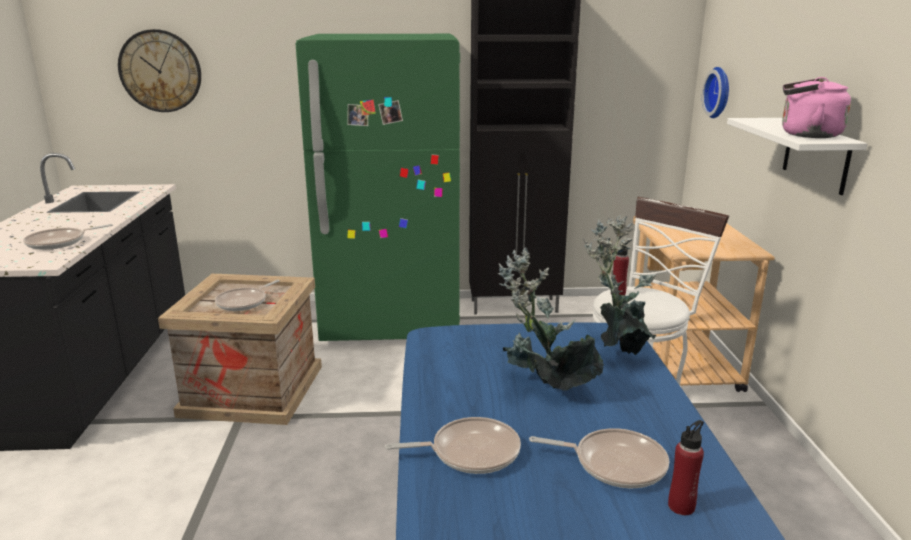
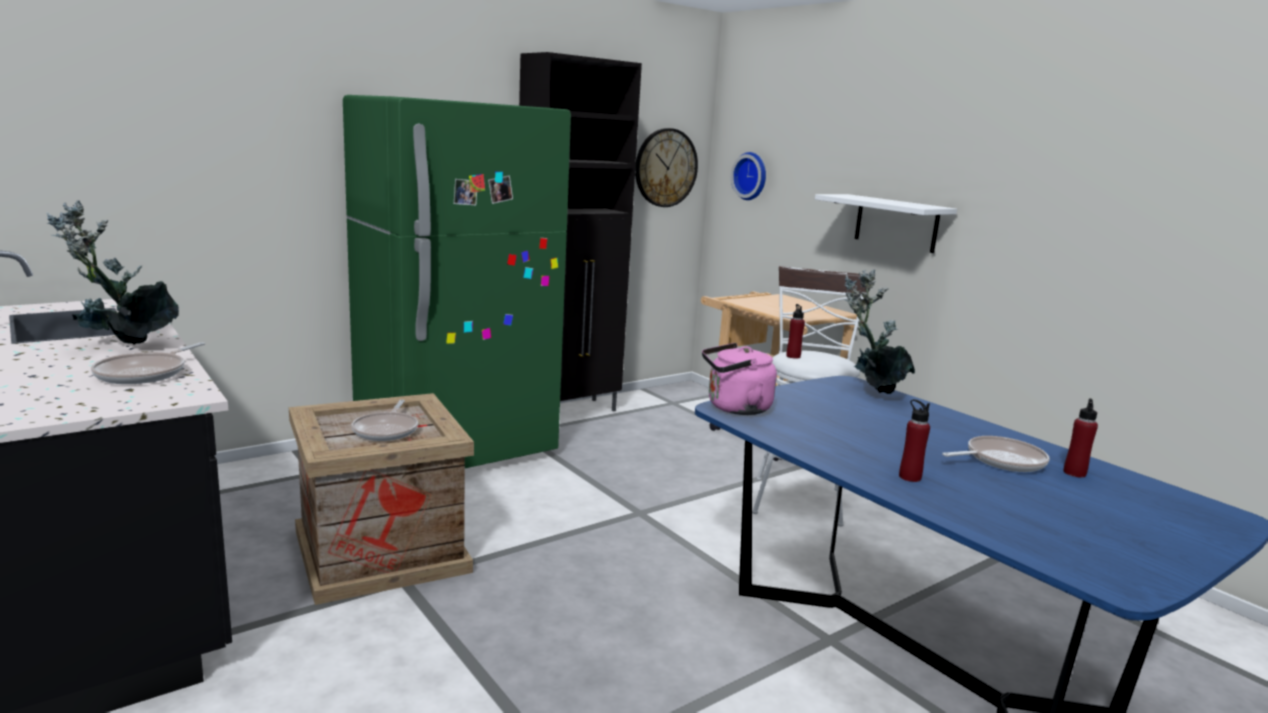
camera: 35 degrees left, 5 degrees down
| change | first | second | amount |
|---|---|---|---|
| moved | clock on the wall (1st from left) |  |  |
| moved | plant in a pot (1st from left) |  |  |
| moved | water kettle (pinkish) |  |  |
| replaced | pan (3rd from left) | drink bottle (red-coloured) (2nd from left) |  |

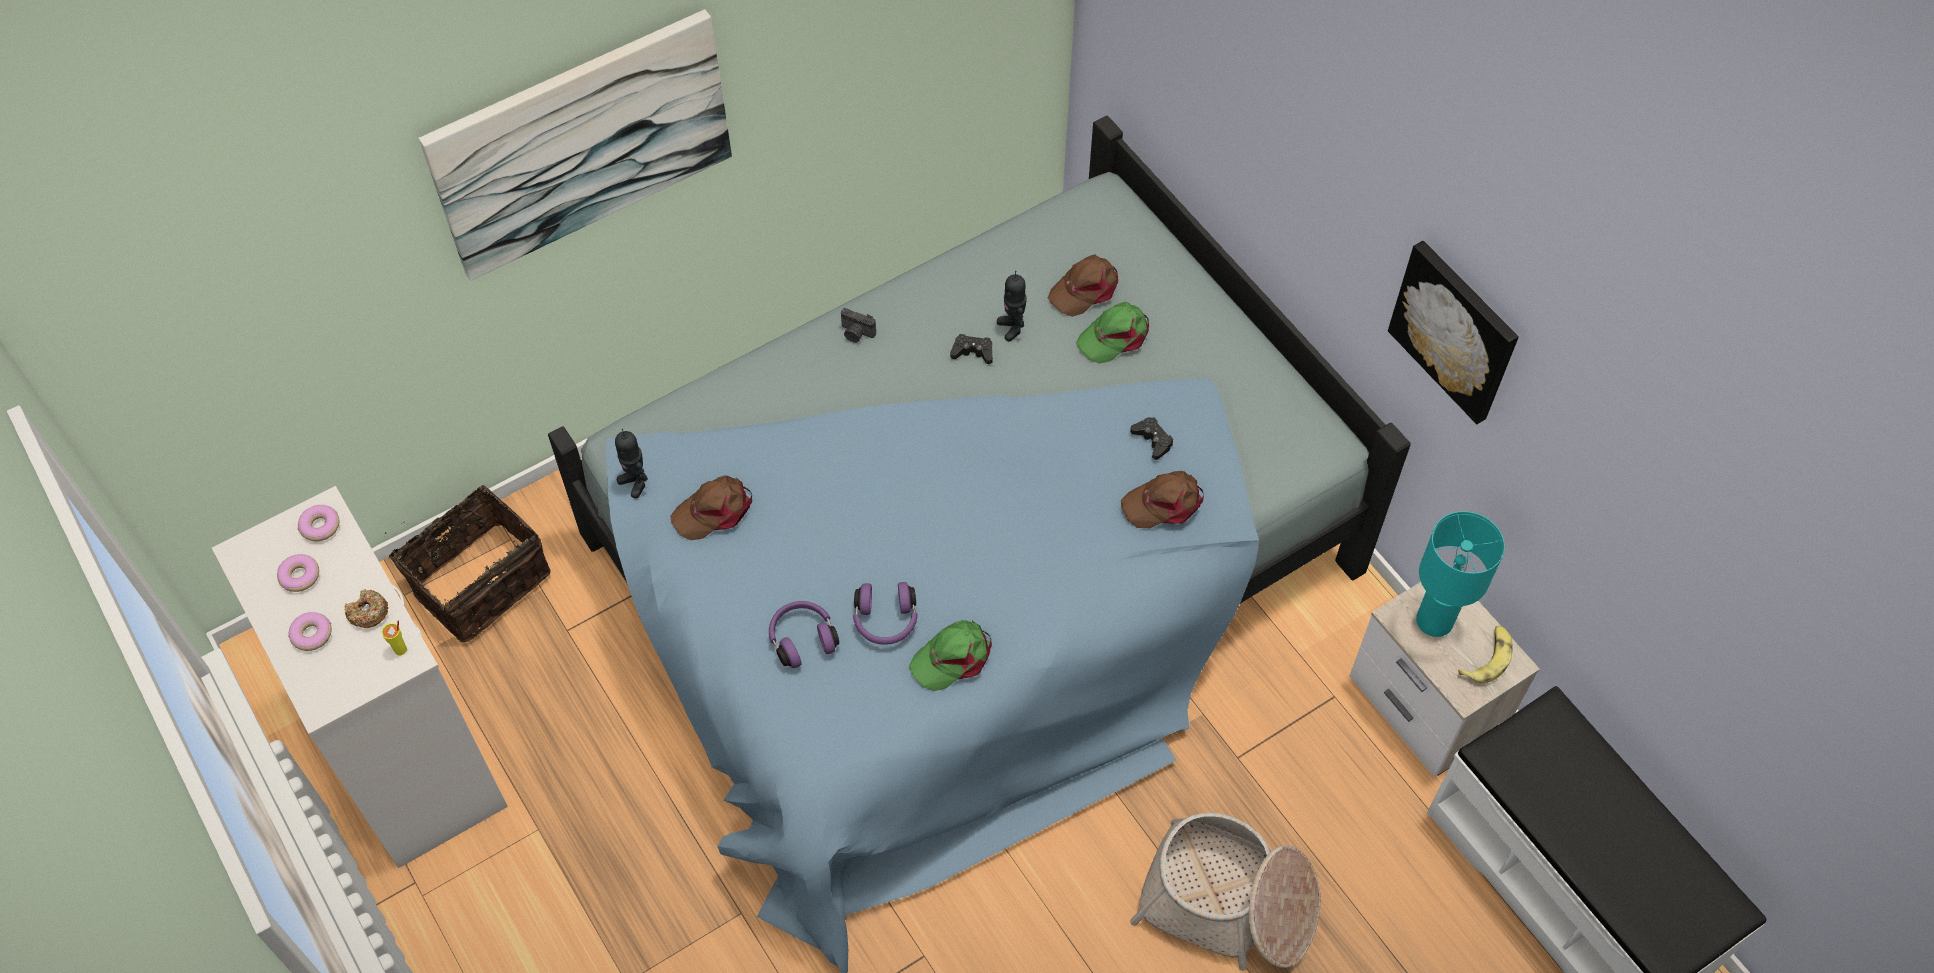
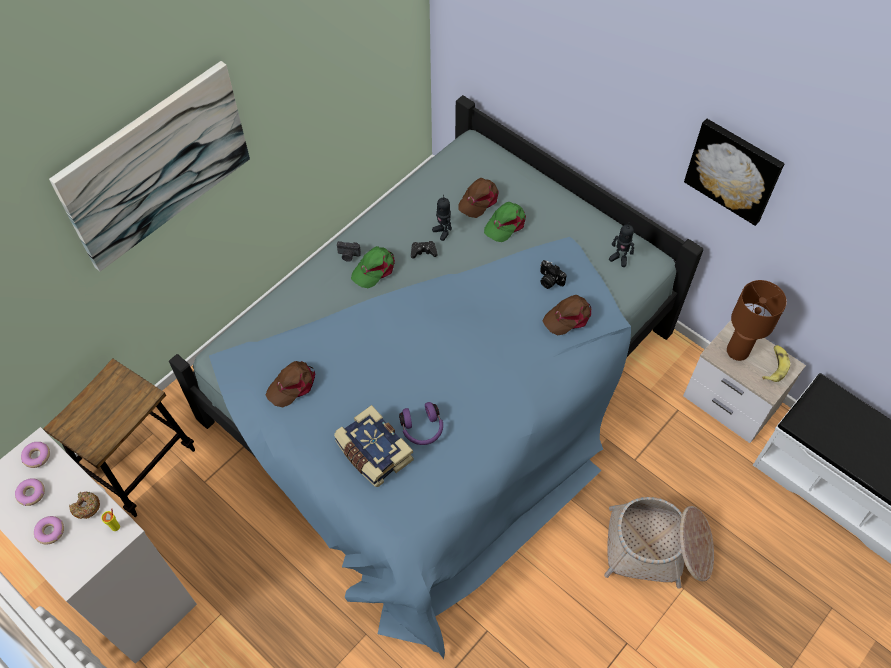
camera: 15 degrees left, 0 degrees up
| change | first | second | amount |
|---|---|---|---|
| moved | toy robot (1st from left in the first image) | toy robot (2nd from left) |  |
| moved | cap (green-coloured) (1st from left) |  |  |
| replaced | storage basket (1st from left) | stool |  |
| replaced | headphones (purple) (1st from left) | volume |  |
| replaced | game controller (blackish) (2nd from left) | photo camera (2nd from left) |  |
| recoloured | tabletop lamp (turquoise) | tabletop lamp (brown-coloured) |  |

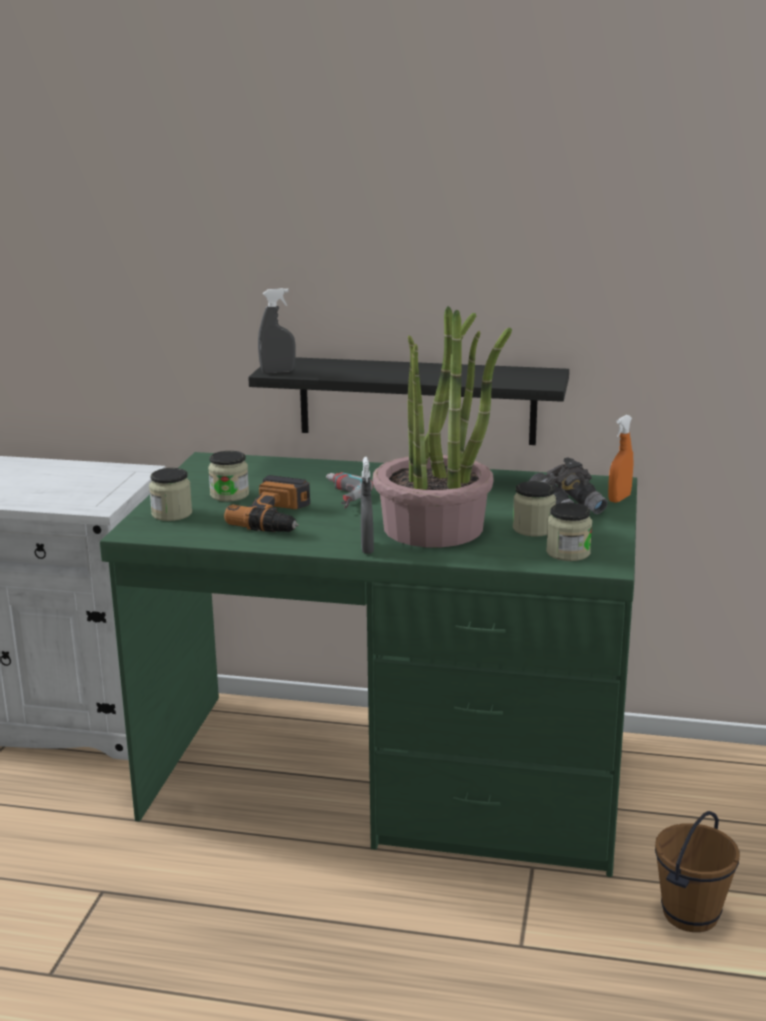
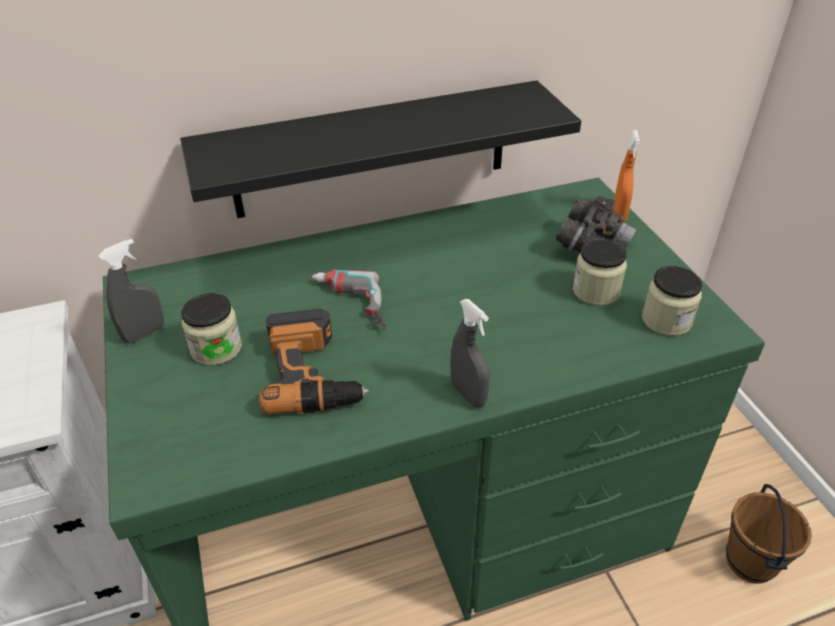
camera: 30 degrees left, 20 degrees up
| change | first | second | amount |
|---|---|---|---|
| removed | preserve jar (1st from left) |  |  |
| removed | plant in a pot |  |  |
| moved | hand sprayer (grey) (1st from left) |  |  |

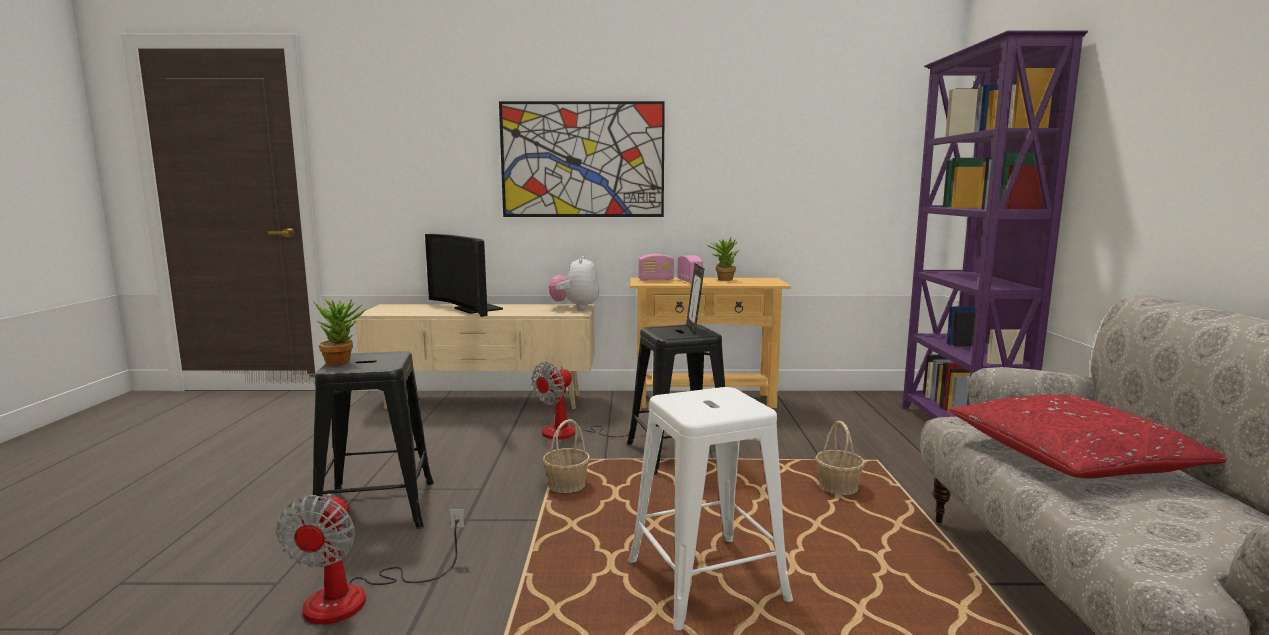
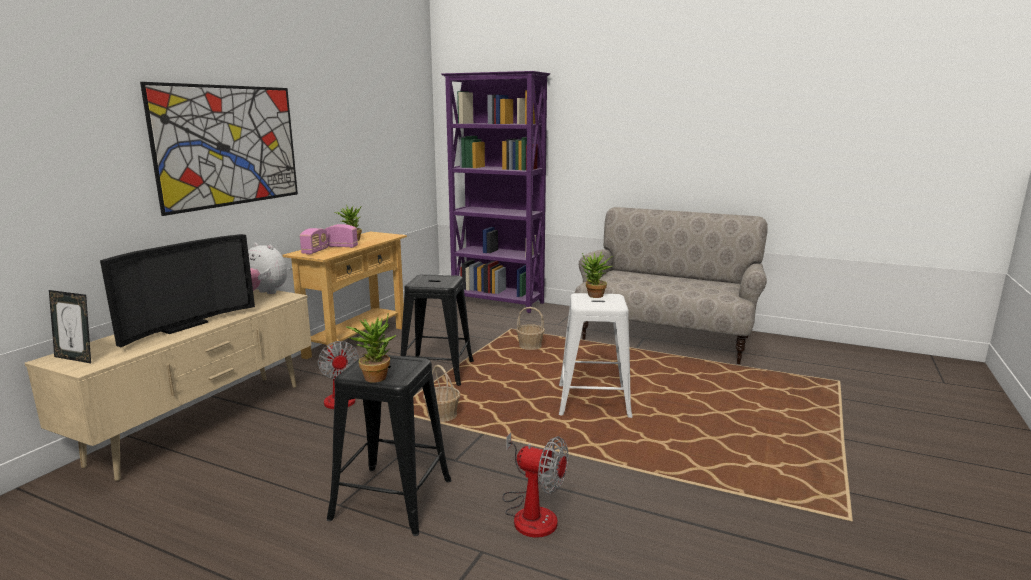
camera: 65 degrees left, 5 degrees up
| change | first | second | amount |
|---|---|---|---|
| removed | cushion (red-coloured) |  |  |
| added |  | plant in a pot (3rd from left) |  |
| moved | standing frame |  |  |
| turned | television |  | 45 degrees counterclockwise |

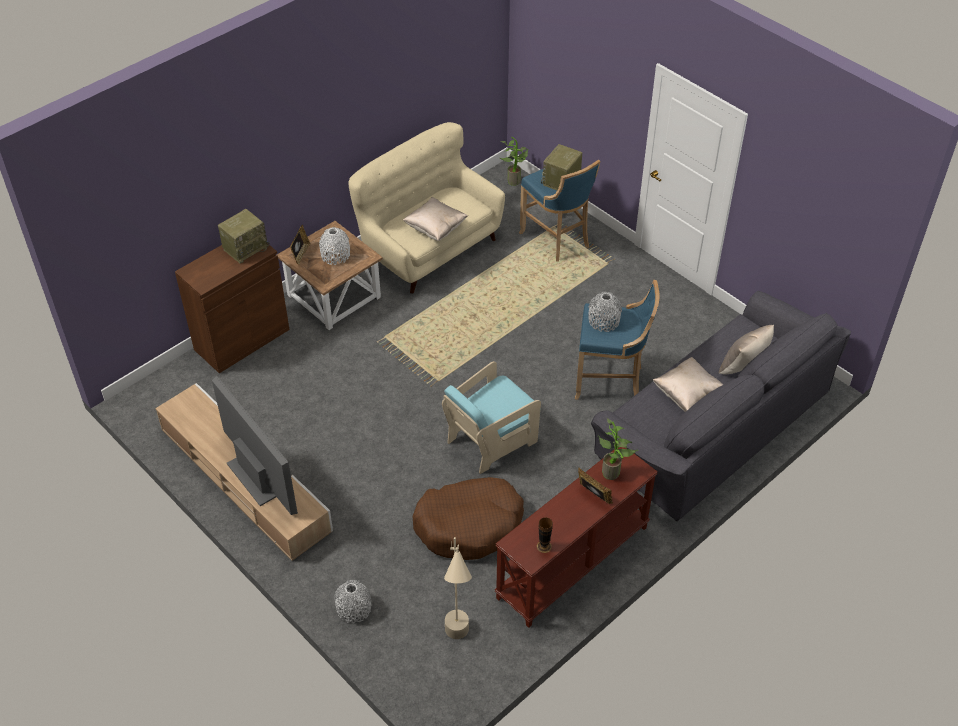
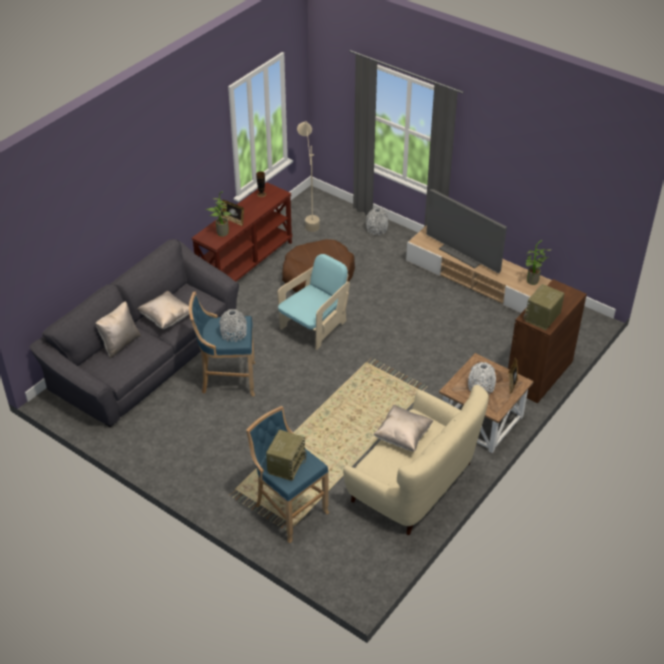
camera: 170 degrees right, 5 degrees down
| change | first | second | amount |
|---|---|---|---|
| moved | plant in a pot (1st from left in the first image) | plant in a pot (2nd from left) |  |

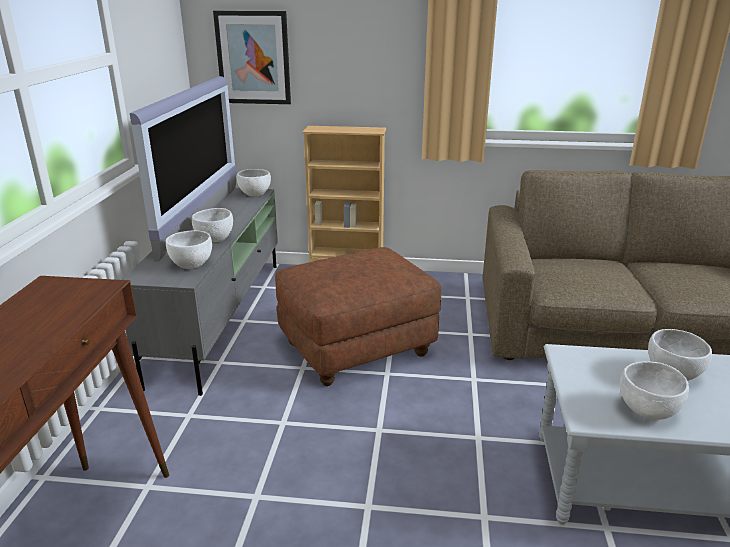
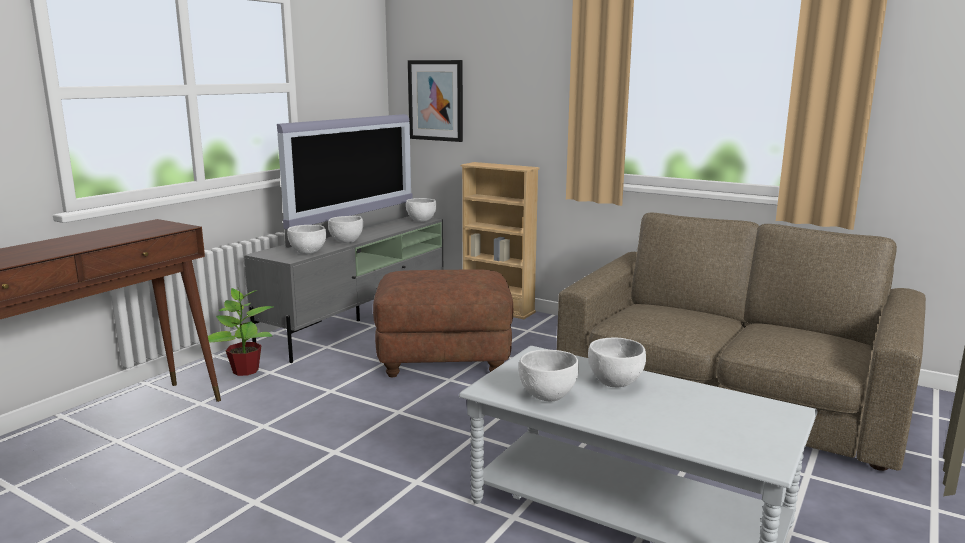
camera: 25 degrees right, 10 degrees down
| change | first | second | amount |
|---|---|---|---|
| added |  | plant in a pot |  |

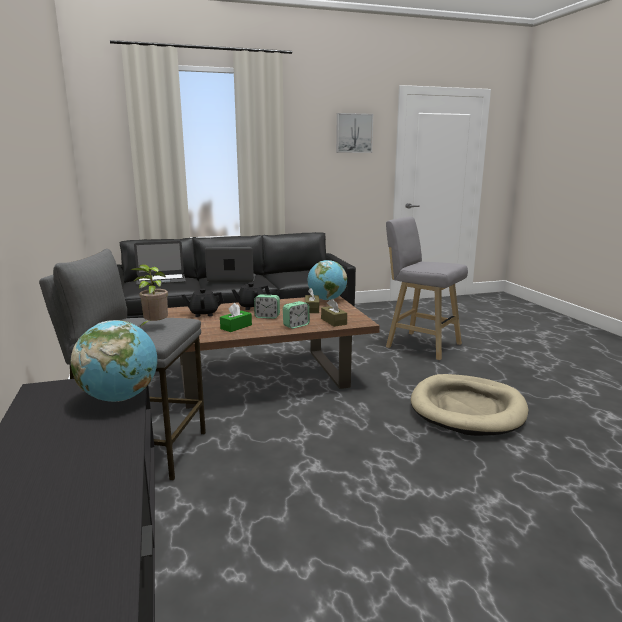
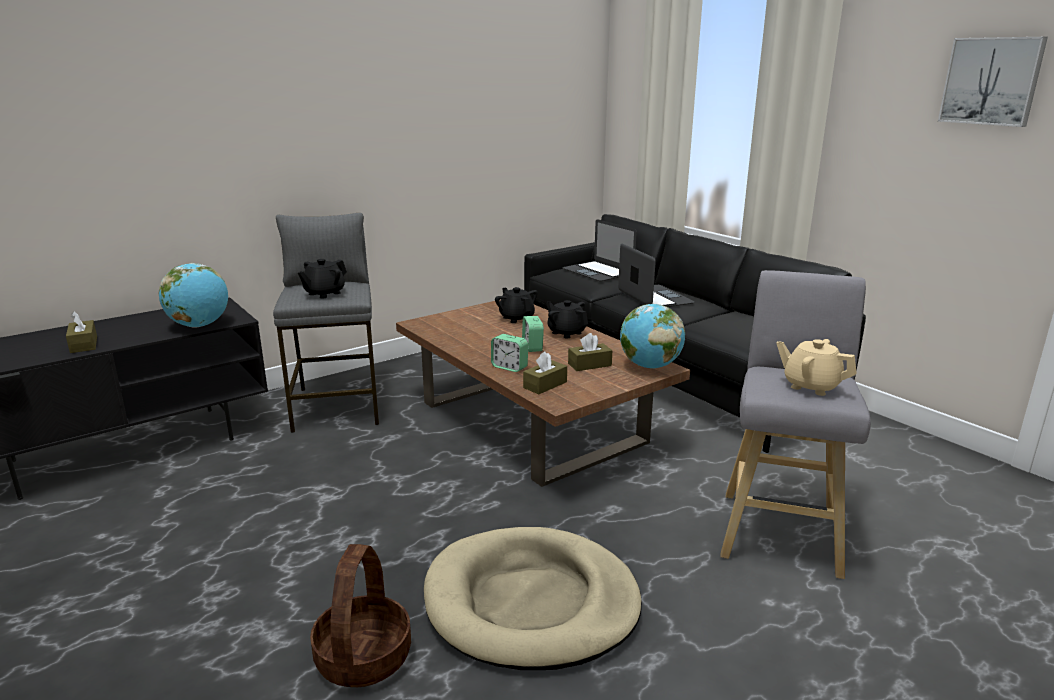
camera: 70 degrees right, 5 degrees up
| change | first | second | amount |
|---|---|---|---|
| removed | box of tissues (green-coloured) |  |  |
| added |  | box of tissues (brown-coloured) (1st from left) |  |
| added |  | storage basket |  |
| added |  | pot for tea (beige) |  |
| replaced | plant in a pot | pot for tea (blackish) (1st from left) |  |

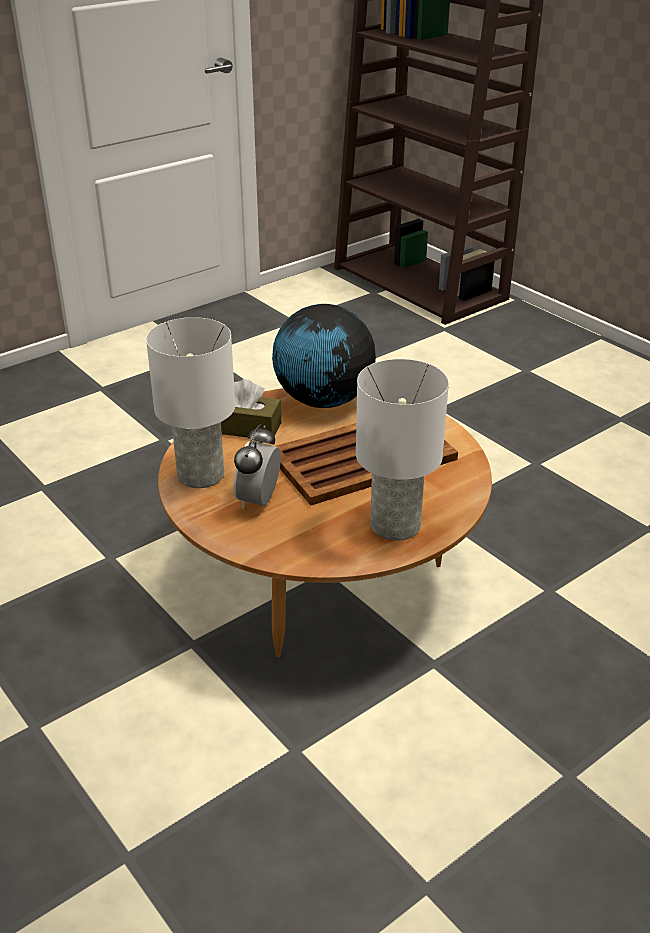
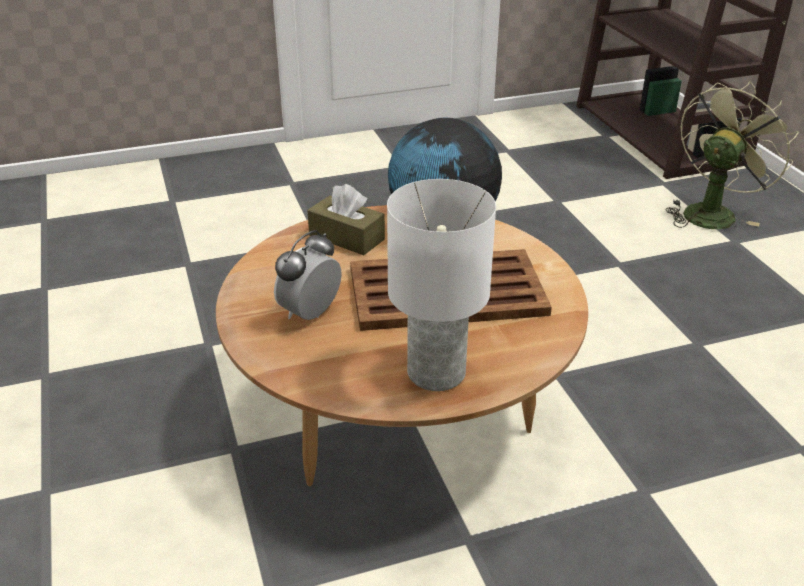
camera: 20 degrees right, 0 degrees up
| change | first | second | amount |
|---|---|---|---|
| removed | tabletop lamp (white) (1st from left) |  |  |
| added |  | cooling fan (green-coloured) |  |

